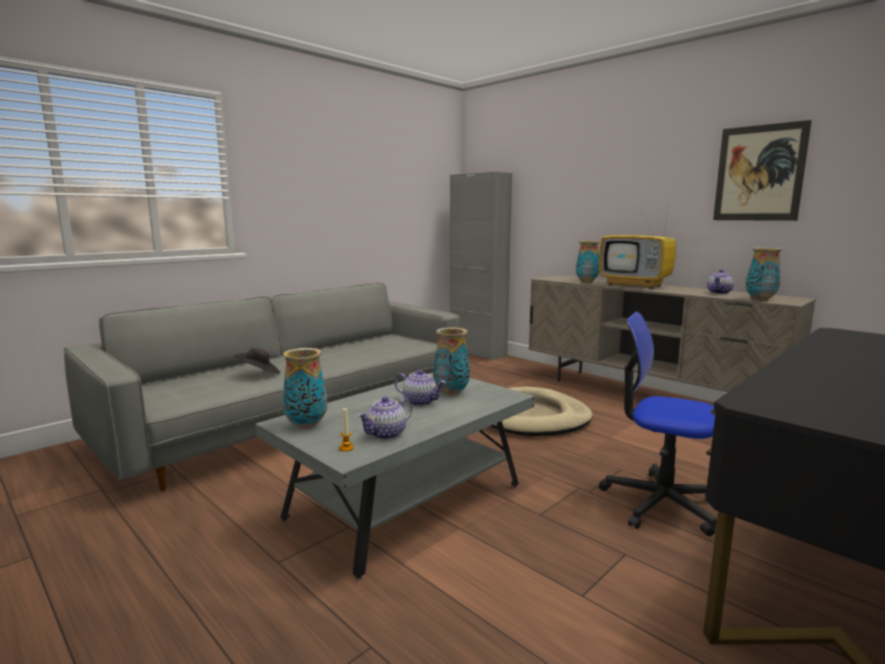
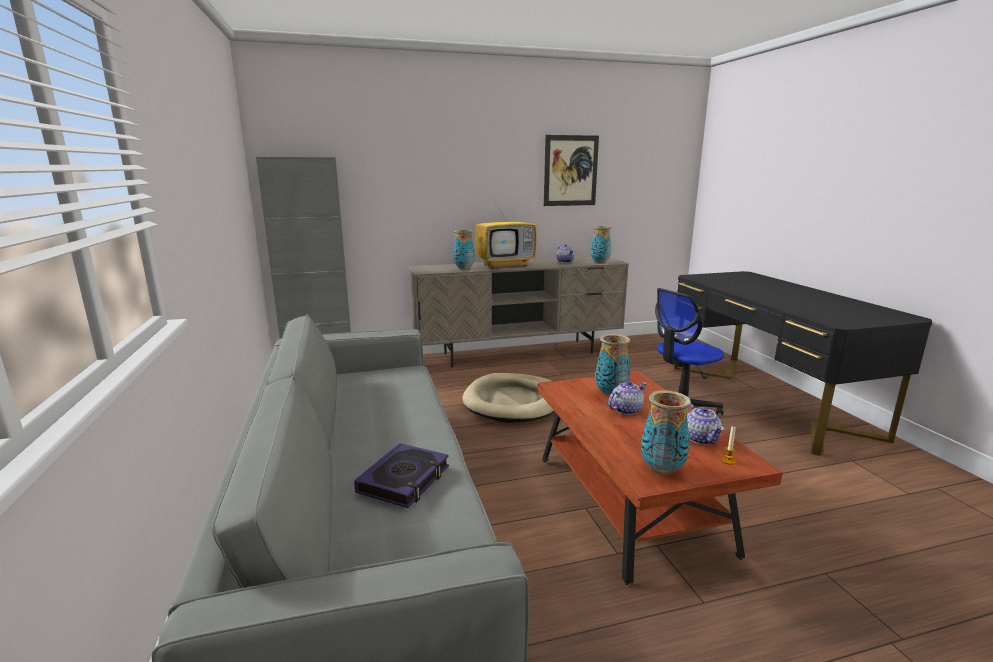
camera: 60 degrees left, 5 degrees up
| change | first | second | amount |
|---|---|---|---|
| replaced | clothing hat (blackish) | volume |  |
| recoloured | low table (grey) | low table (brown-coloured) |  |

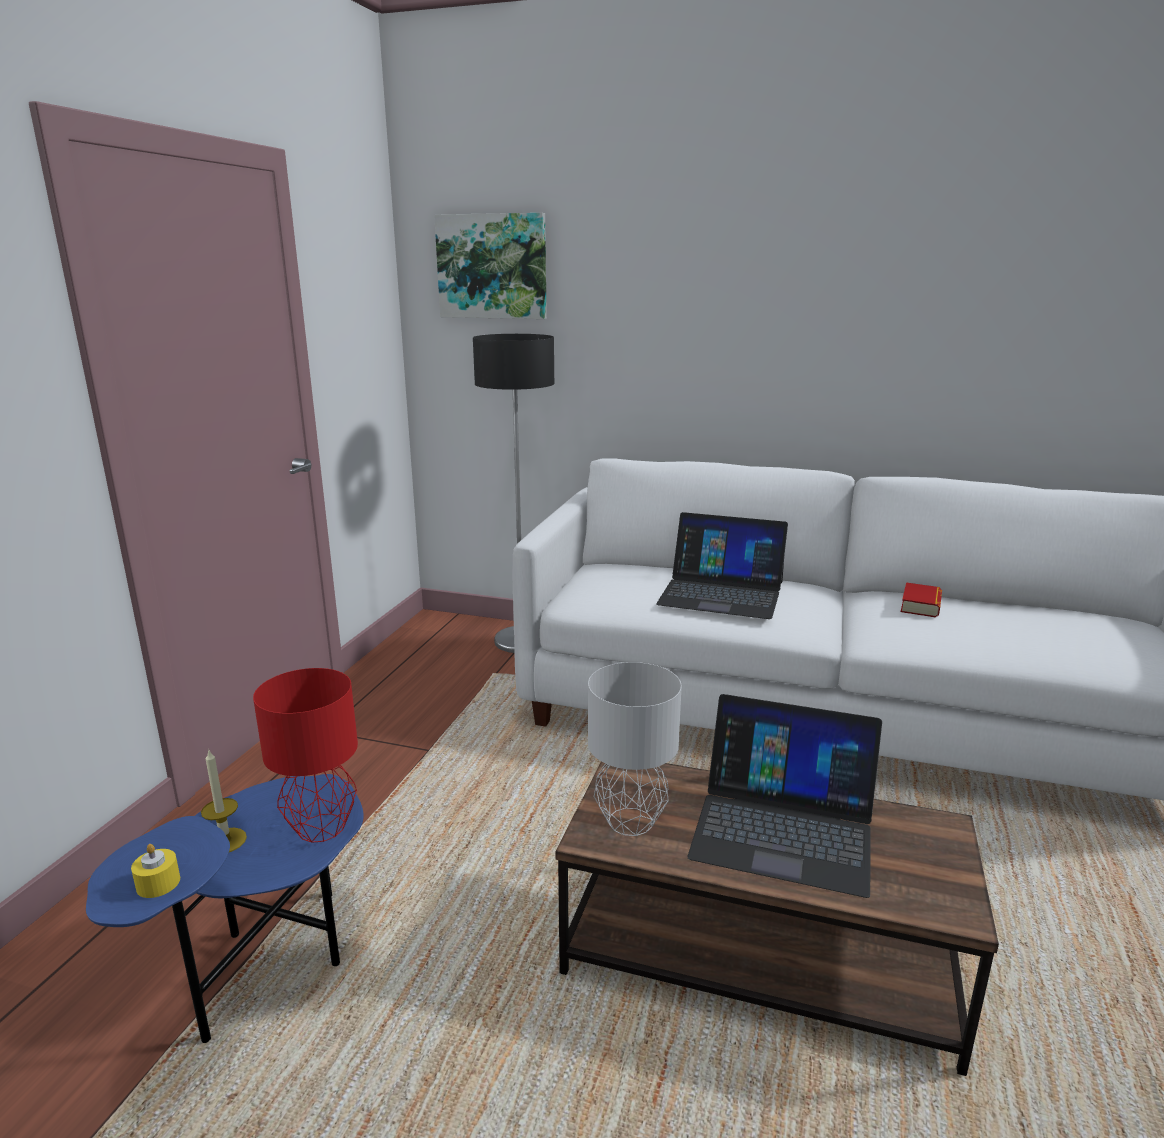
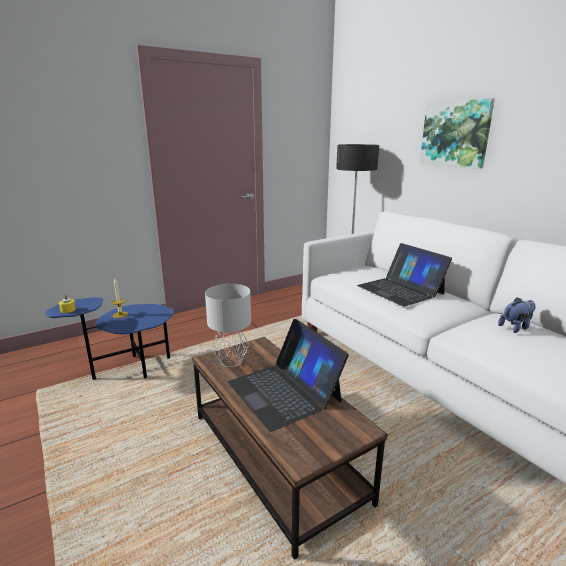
camera: 40 degrees right, 0 degrees up
| change | first | second | amount |
|---|---|---|---|
| removed | tabletop lamp (red-coloured) |  |  |
| moved | picture |  |  |
| replaced | volume | cuddly toy |  |

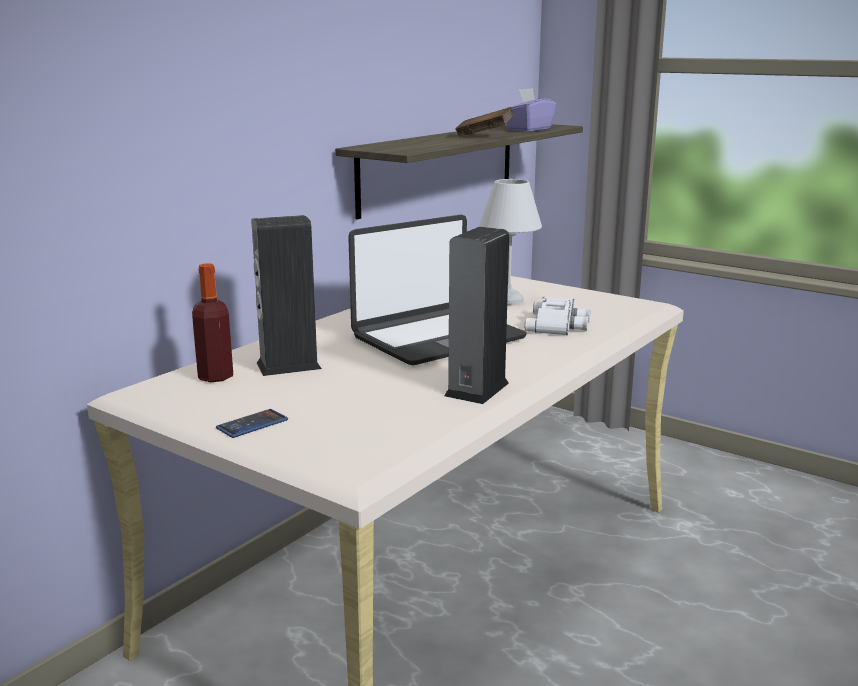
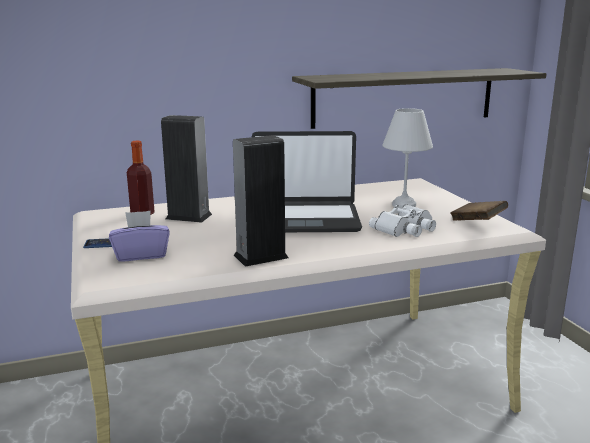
camera: 35 degrees right, 0 degrees up
| change | first | second | amount |
|---|---|---|---|
| moved | volume (brown-coloured) |  |  |
| moved | box of tissues (purple) |  |  |

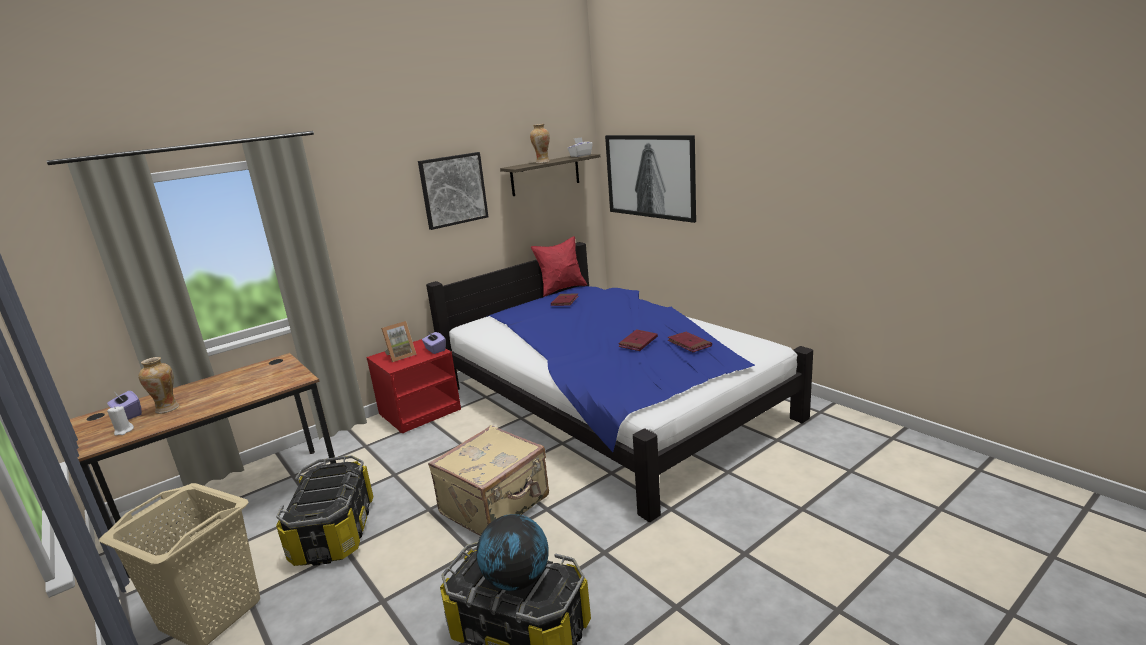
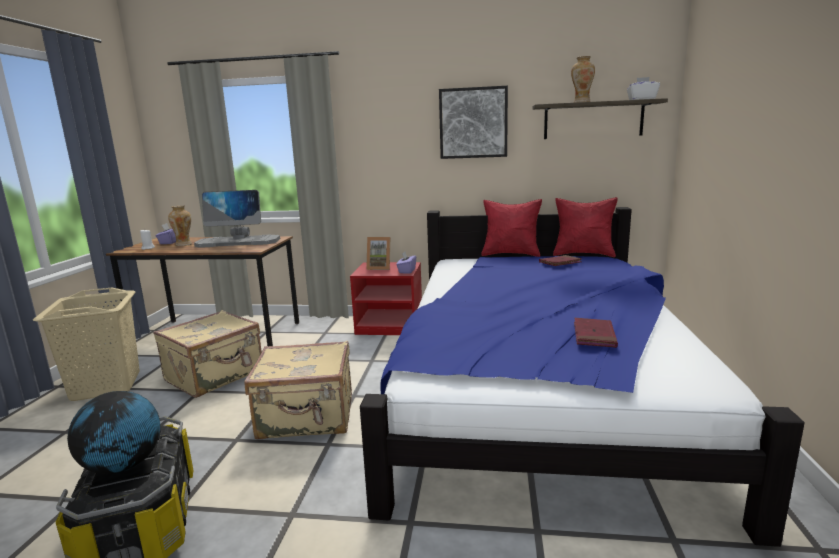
camera: 45 degrees right, 5 degrees down
| change | first | second | amount |
|---|---|---|---|
| removed | picture (2nd from left) |  |  |
| removed | volume (red-coloured) (2nd from left) |  |  |
| added |  | computer screen |  |
| added |  | cushion (red-coloured) (1st from left) |  |
| replaced | storage container (1st from left) | travel case (beige) (1st from left) |  |

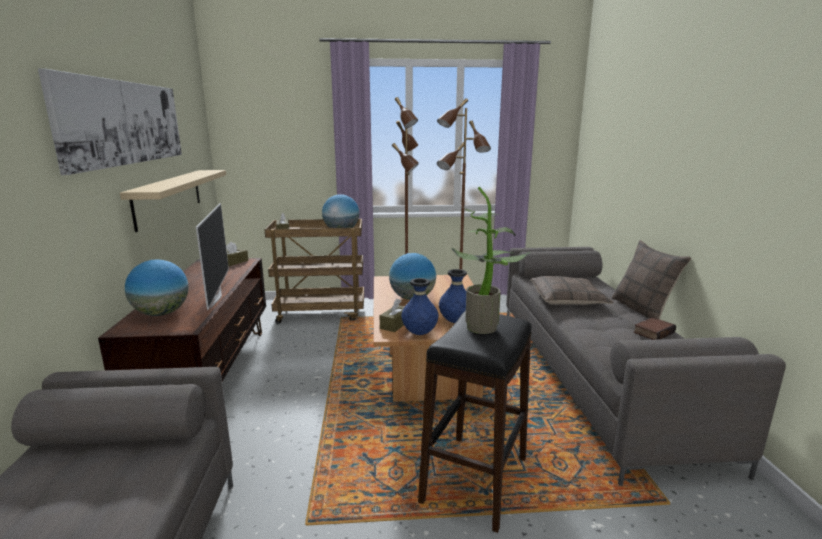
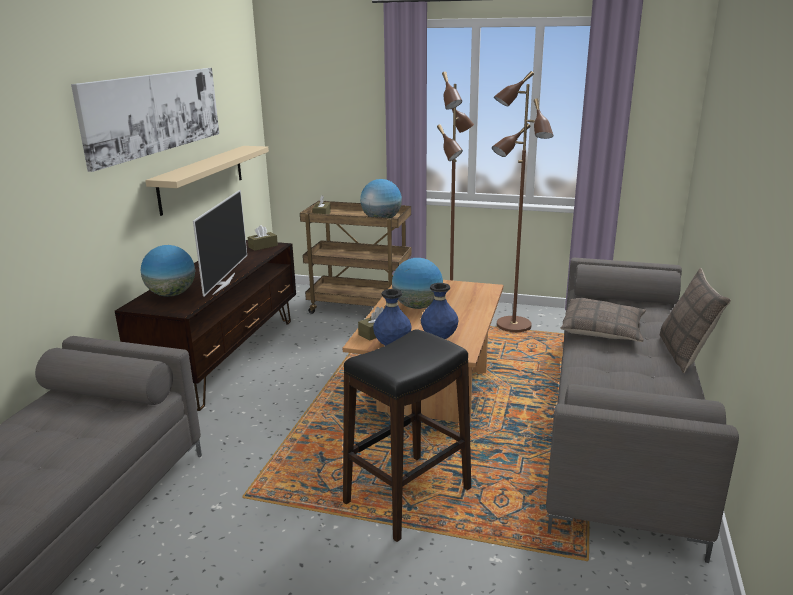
camera: 20 degrees right, 5 degrees up
| change | first | second | amount |
|---|---|---|---|
| removed | plant in a pot |  |  |
| removed | volume |  |  |

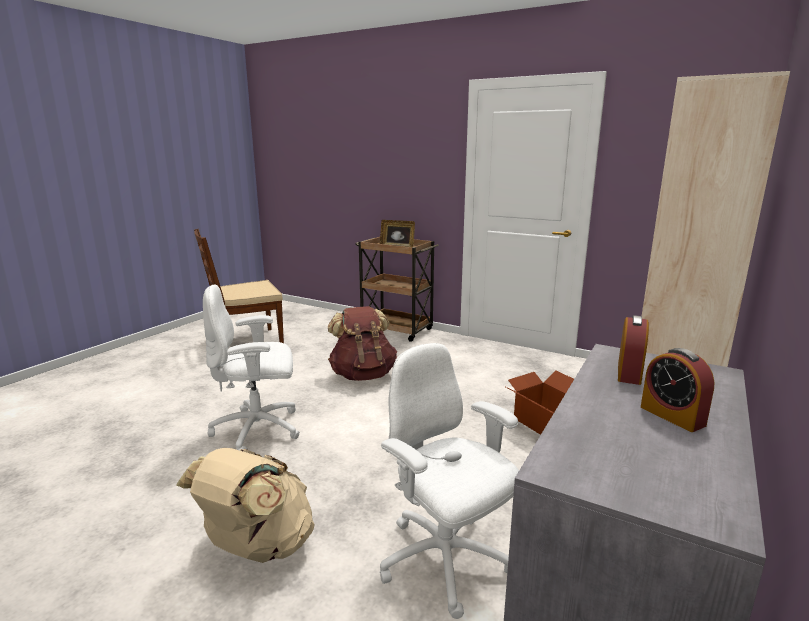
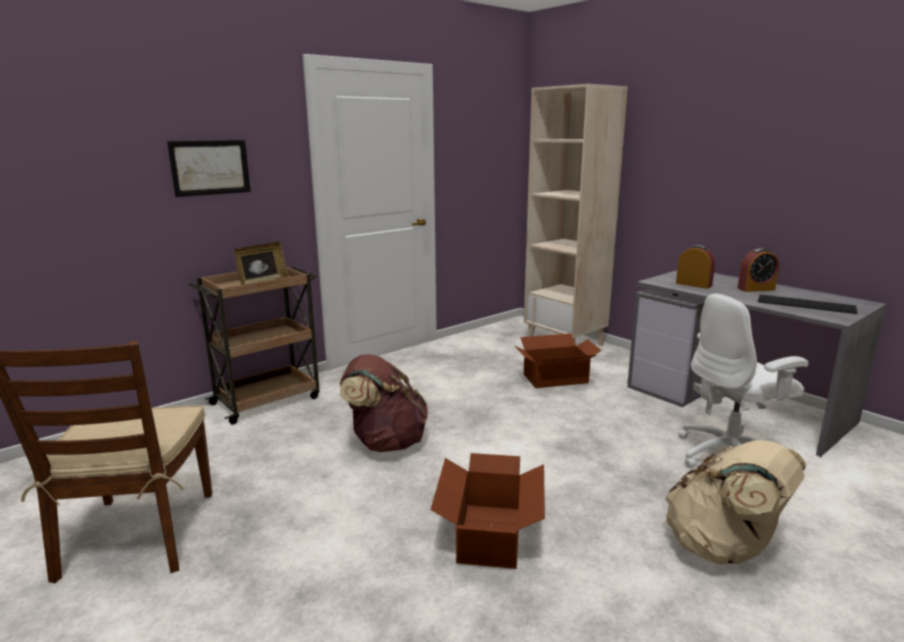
camera: 70 degrees left, 0 degrees up
| change | first | second | amount |
|---|---|---|---|
| added |  | picture |  |
| added |  | keyboard |  |
| replaced | computer chair (white) (1st from left) | cardboard box (1st from left) |  |

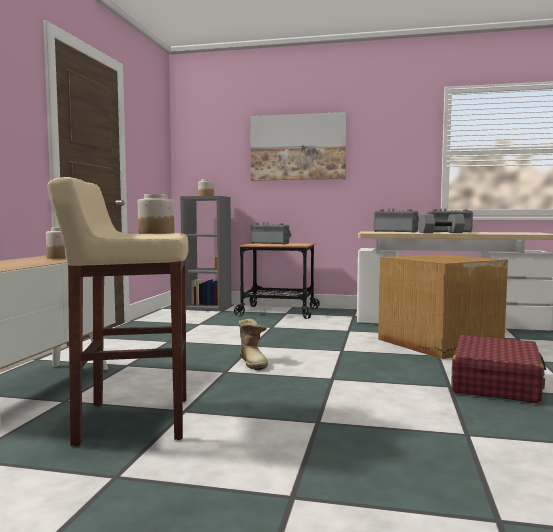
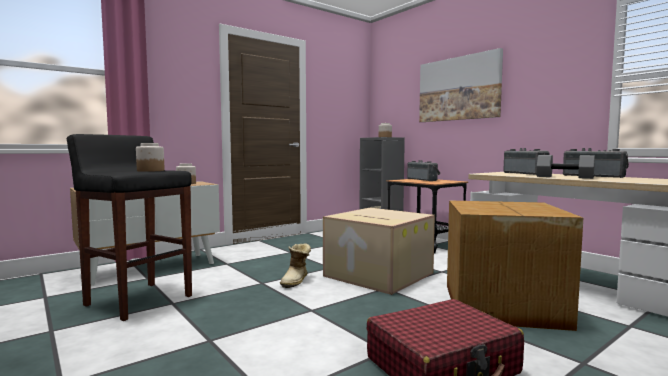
camera: 40 degrees right, 0 degrees up
| change | first | second | amount |
|---|---|---|---|
| added |  | cardboard box (1st from left) |  |
| recoloured | stool (beige) | stool (blackish) |  |

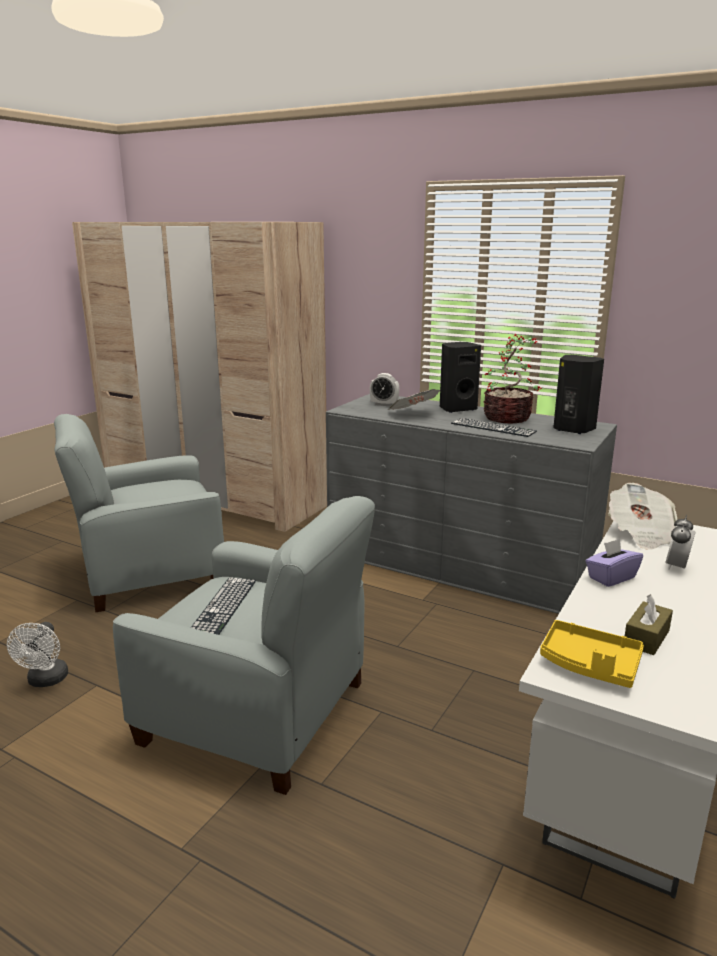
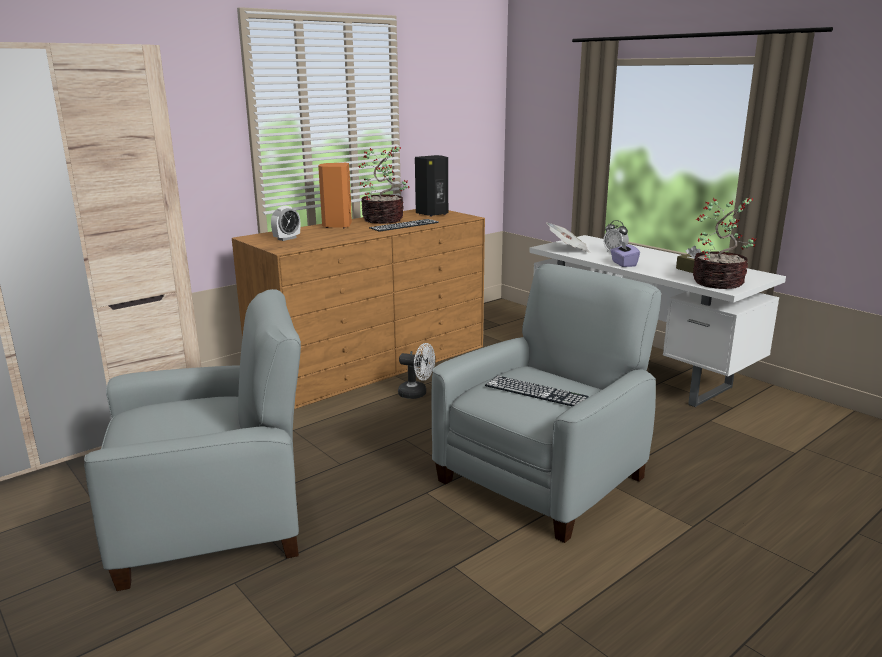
camera: 70 degrees left, 0 degrees up
| change | first | second | amount |
|---|---|---|---|
| removed | printed paper (1st from left) |  |  |
| moved | cooling fan (white) |  |  |
| replaced | carrying tray (yellowish) | plant in a pot (2nd from left) |  |
| recoloured | chest of drawers (grey) | chest of drawers (brown-coloured) |  |
| recoloured | speaker (blackish) (1st from left) | speaker (orangey) |  |
| turned | lounge chair (grey) (1st from left) |  | 105 degrees counterclockwise |

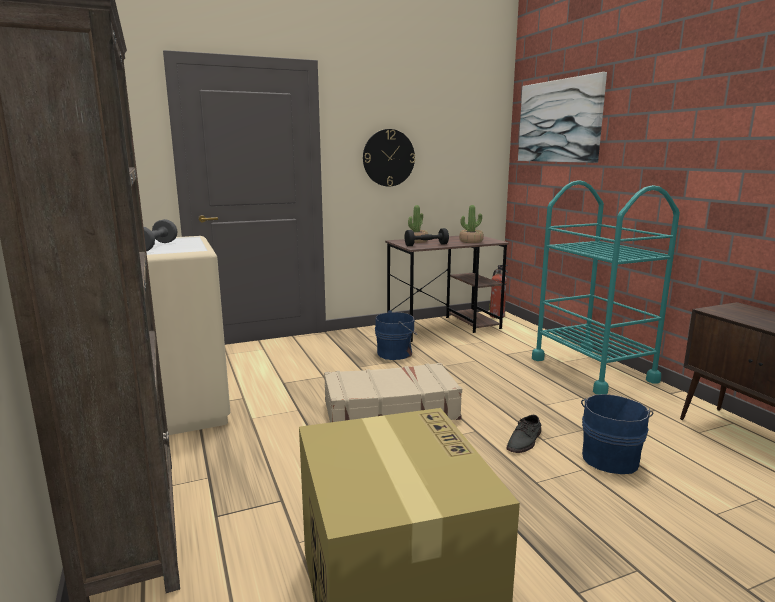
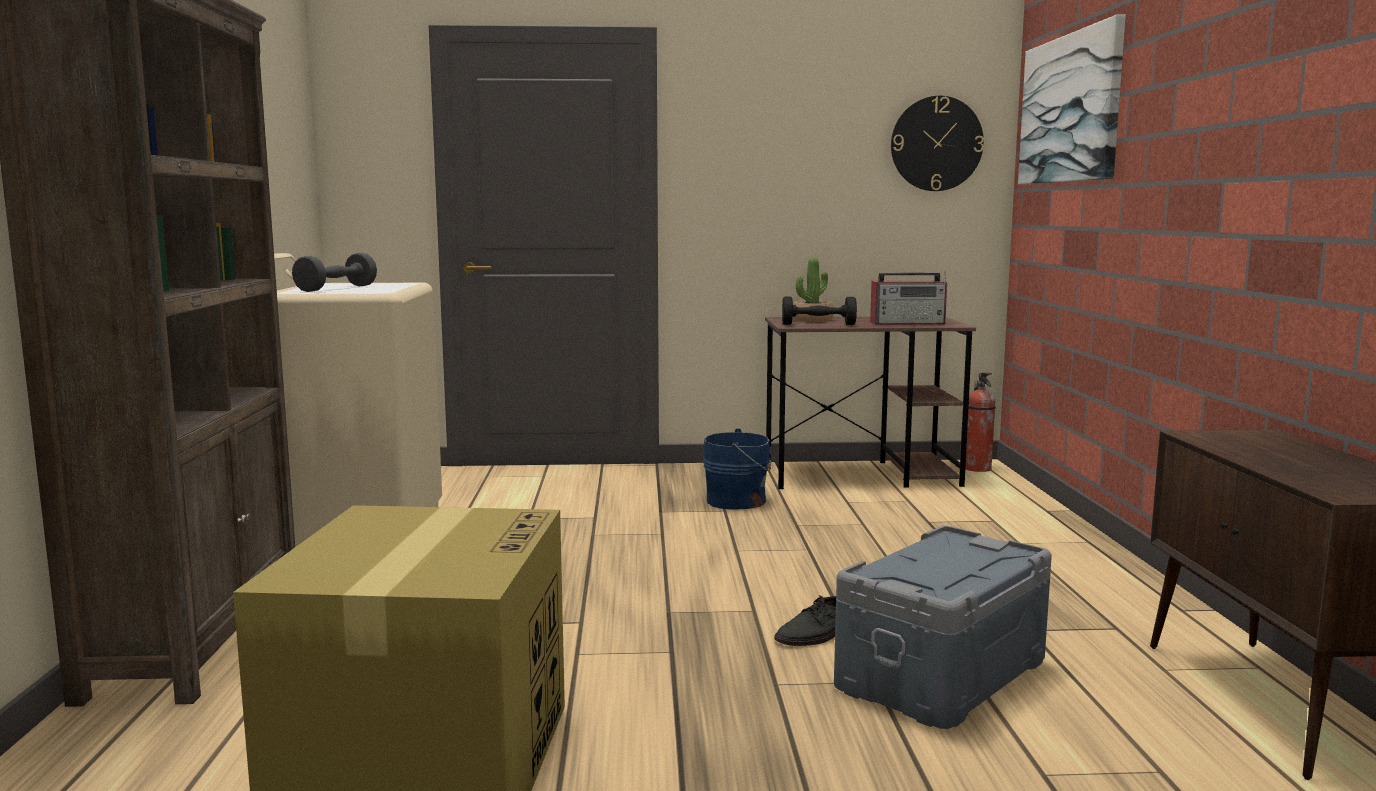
camera: 20 degrees right, 5 degrees down
| change | first | second | amount |
|---|---|---|---|
| removed | travel case (beige) |  |  |
| removed | wheeled cart (turquoise) |  |  |
| moved | clock on the wall |  |  |
| replaced | plant in a pot (2nd from left) | radio set |  |
| replaced | water bucket (blue) (2nd from left) | storage container (grey) |  |

